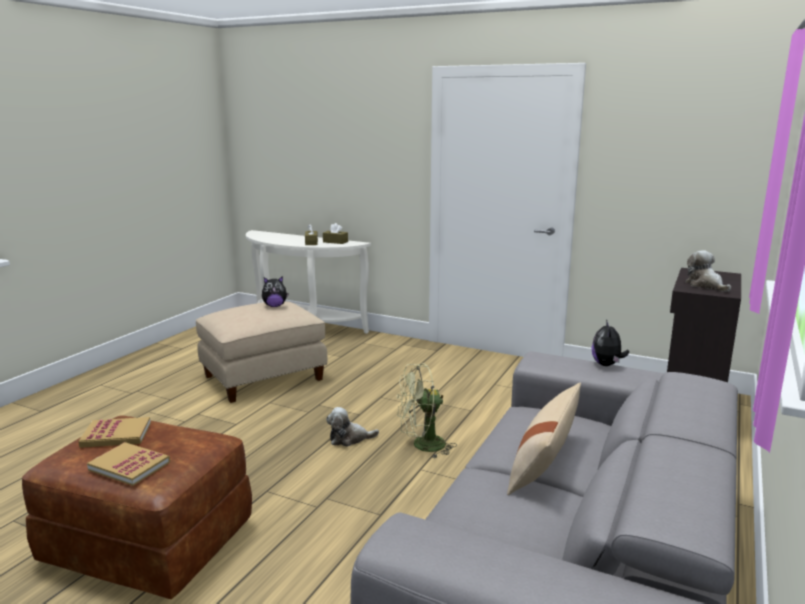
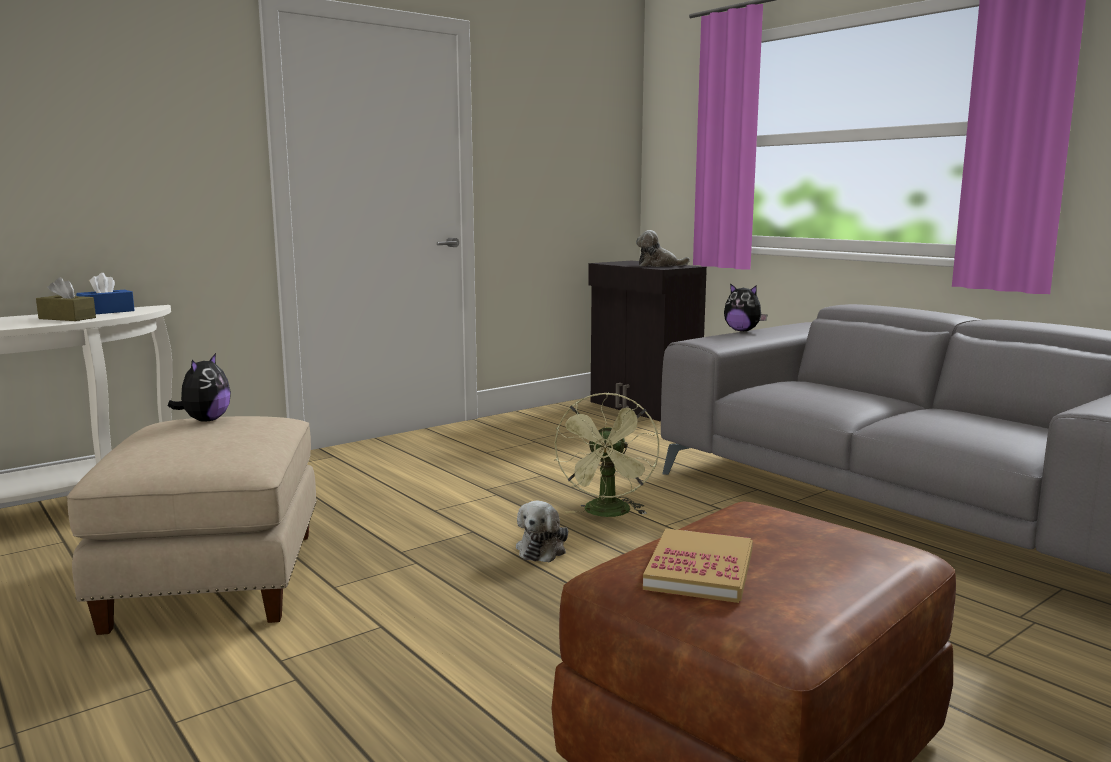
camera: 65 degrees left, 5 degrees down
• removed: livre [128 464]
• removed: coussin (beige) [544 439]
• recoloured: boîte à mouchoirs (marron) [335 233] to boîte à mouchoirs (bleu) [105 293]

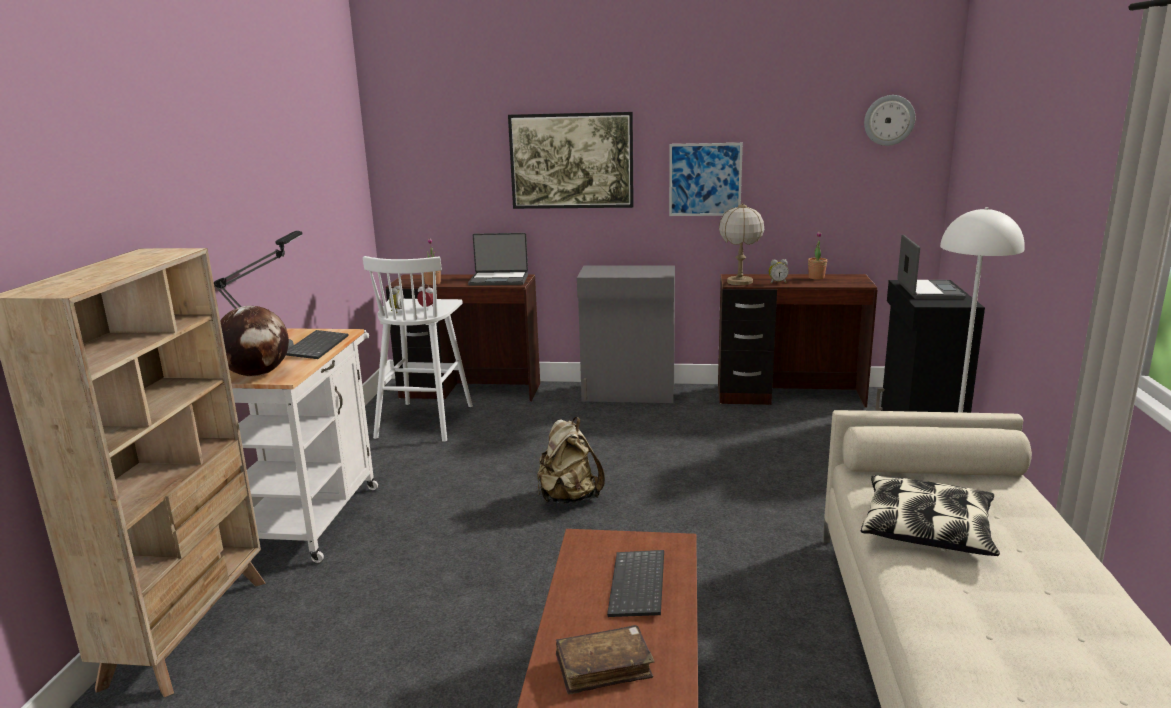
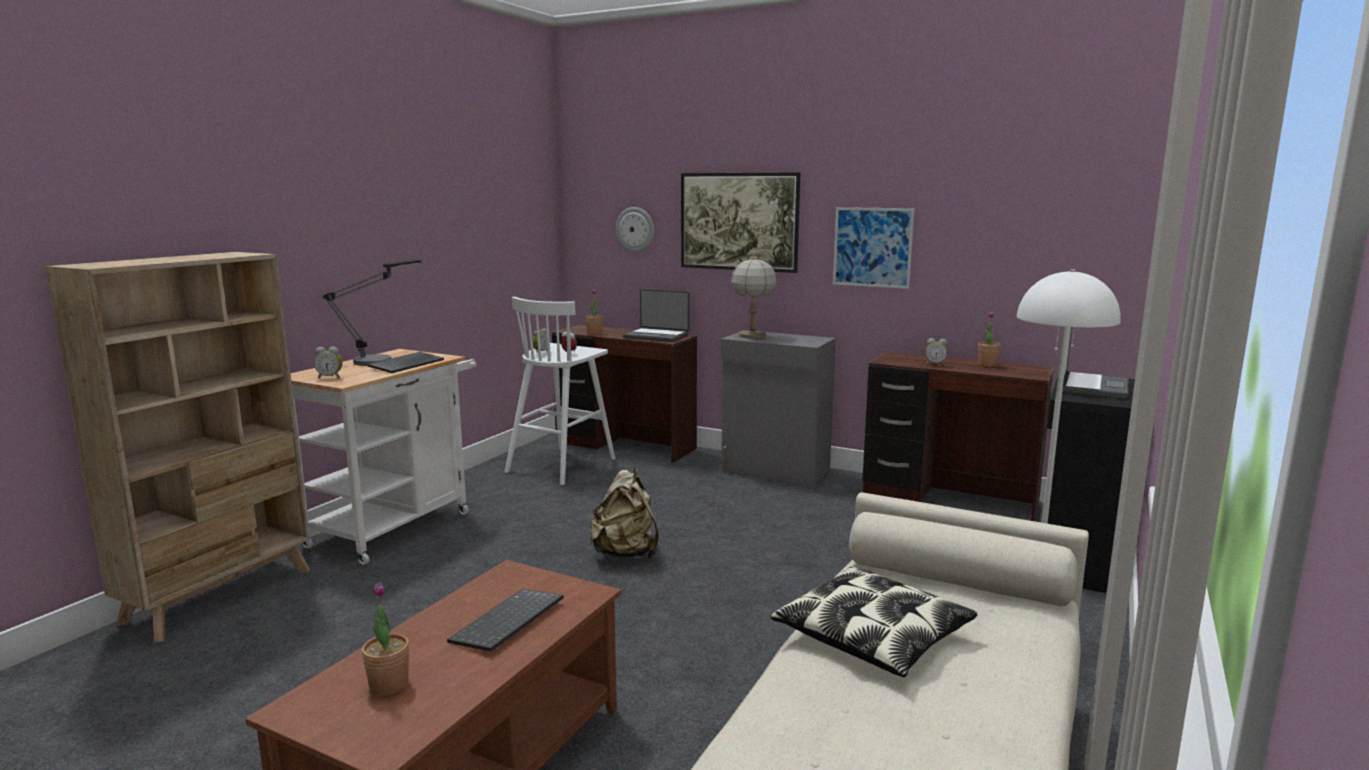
camera: 20 degrees right, 5 degrees down
• moved: lampe de table [741 244] to [754 296]
• moved: horloge murale [889 120] to [635 229]
• replaced: globe [254 341] to réveil [328 363]
• replaced: livre (marron) [605 660] to plante en pot [385 639]

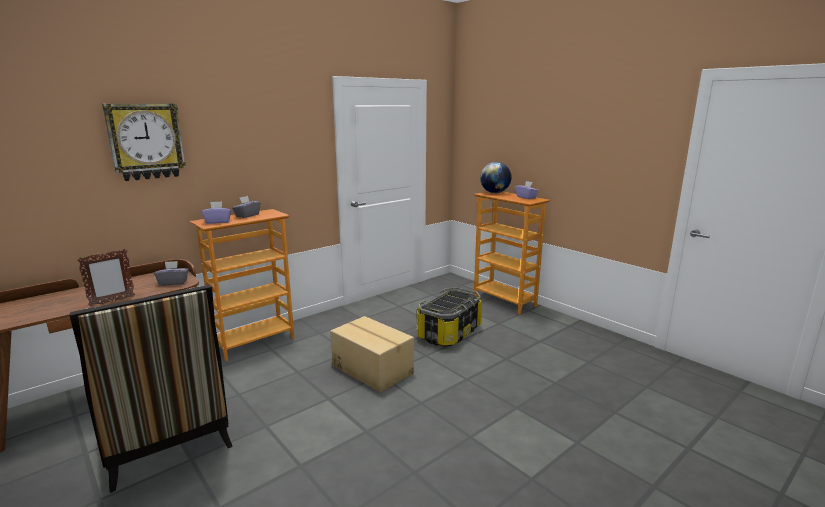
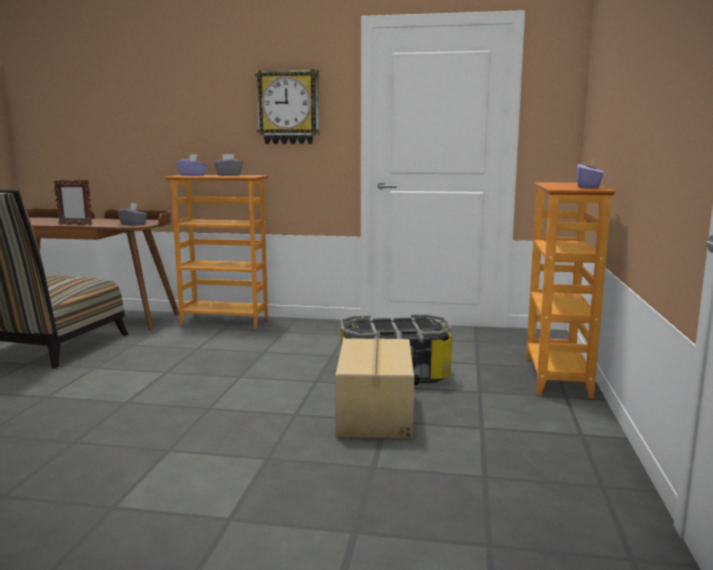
camera: 50 degrees right, 5 degrees down
• removed: globe [496 177]
• moved: horloge murale [144 142] to [287 106]
• moved: carton [372 354] to [374 388]

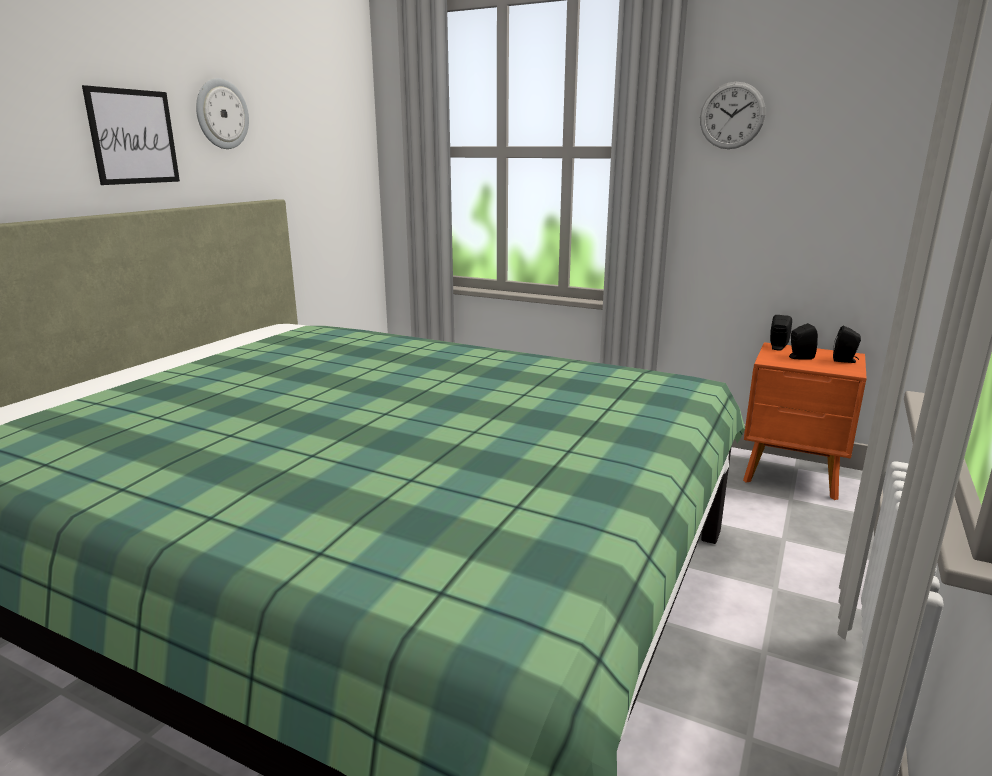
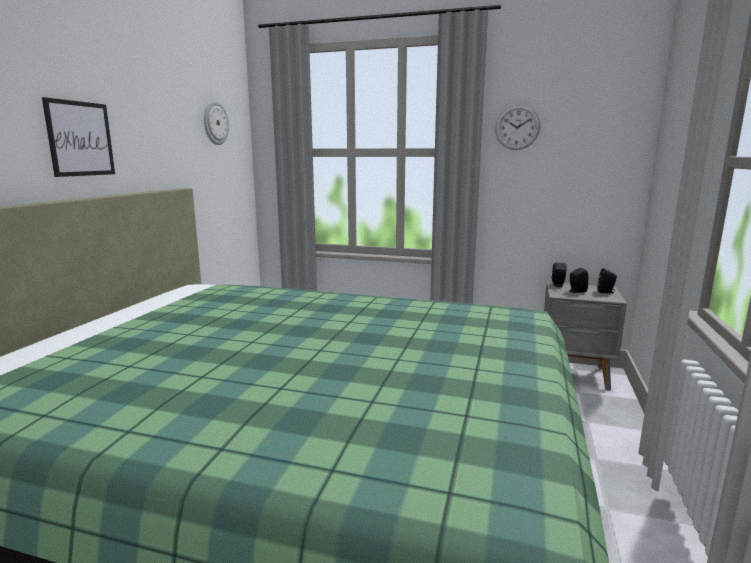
camera: 10 degrees left, 5 degrees down
• moved: horloge murale [222 113] to [216 123]
• recoloured: table de chevet (orange) [805 421] to table de chevet (gris) [585 336]

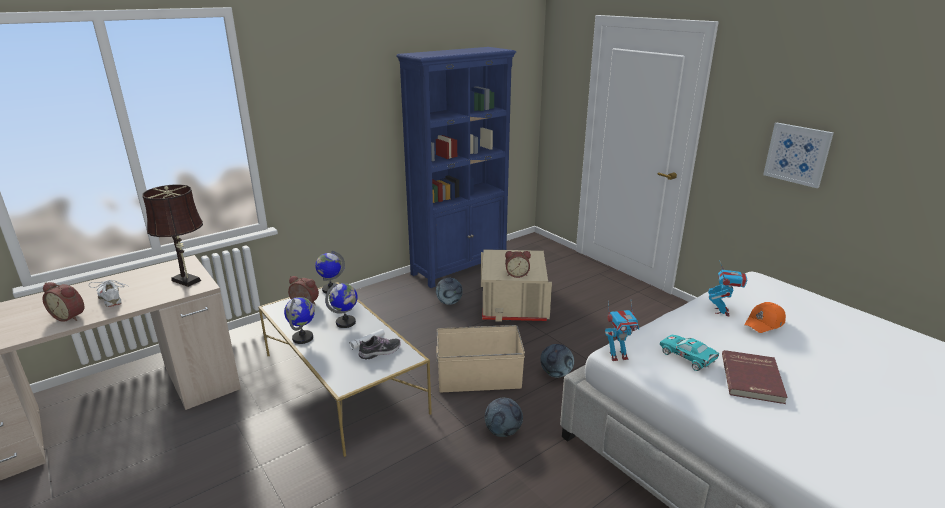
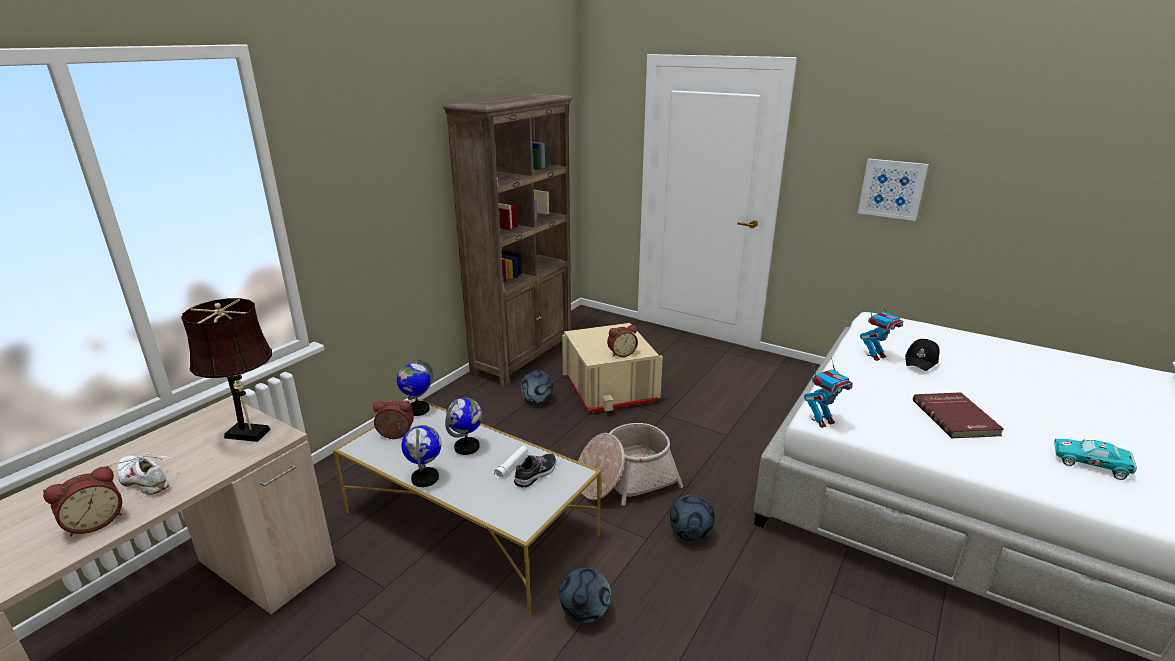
camera: 20 degrees left, 0 degrees up
• moved: ballon de foot [557 360] to [585 595]
• moved: petite voiture (turquoise) [689 353] to [1095 459]
• replaced: boîte de rangement (beige) [480 358] to panier [630 464]
• recoloured: bibliothèque (bleu) [456 167] to bibliothèque (marron) [508 240]
• recoloured: casquette (orange) [765 317] to casquette (noir) [922 355]
• turned: réveil [63 302] = [82 501] 45 degrees counterclockwise
• turned: robot jouet [728 288] = [881 332] 60 degrees clockwise

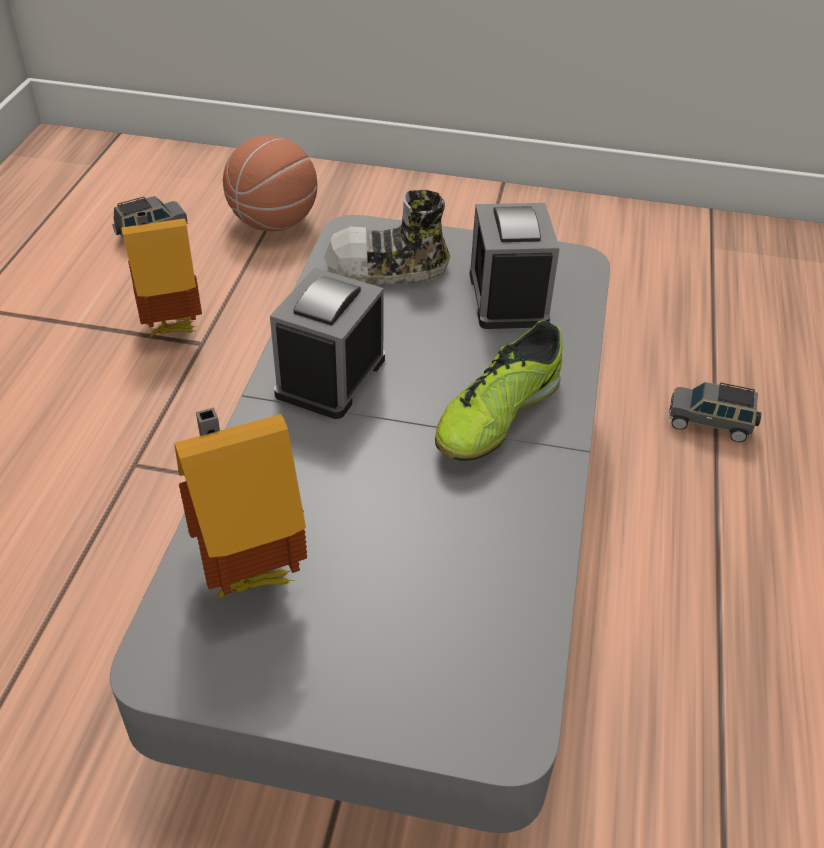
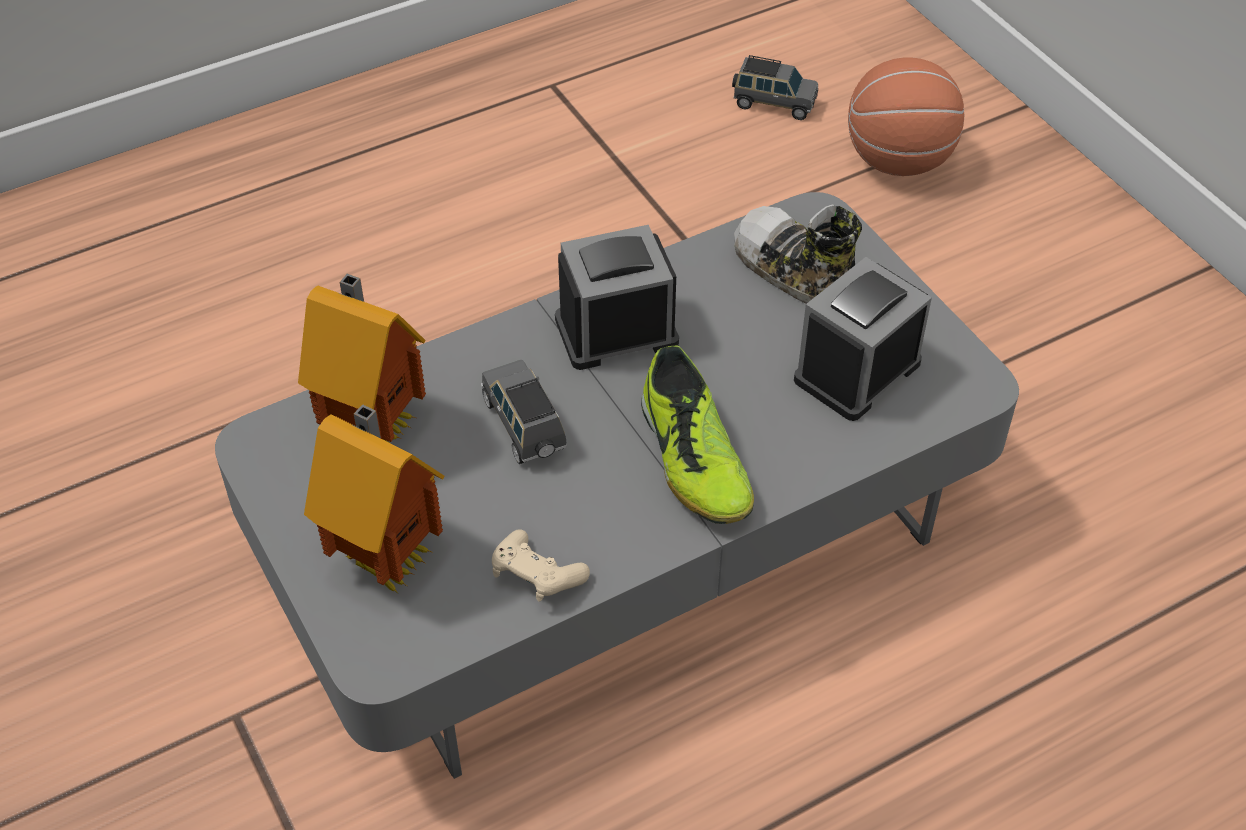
camera: 50 degrees right, 5 degrees up
• added: manette (beige) [541 565]
• moved: maison miniature [161 274] to [374 498]
• moved: petite voiture (gris) [715 412] to [524 411]
• turned: chaussure [499 391] = [697 434] 105 degrees counterclockwise

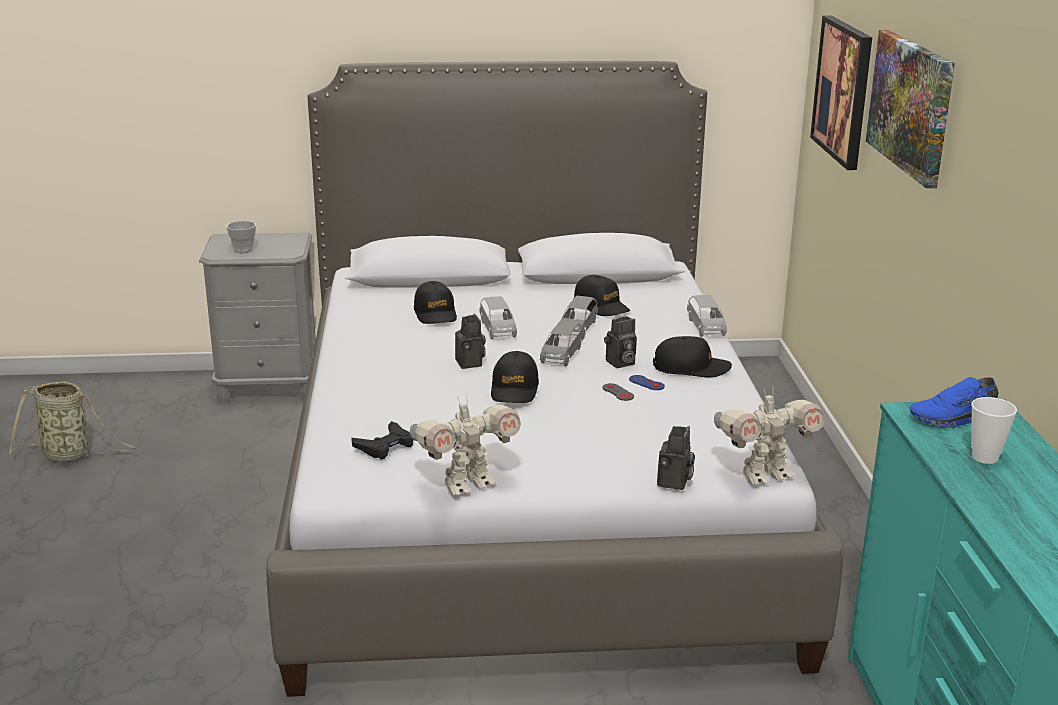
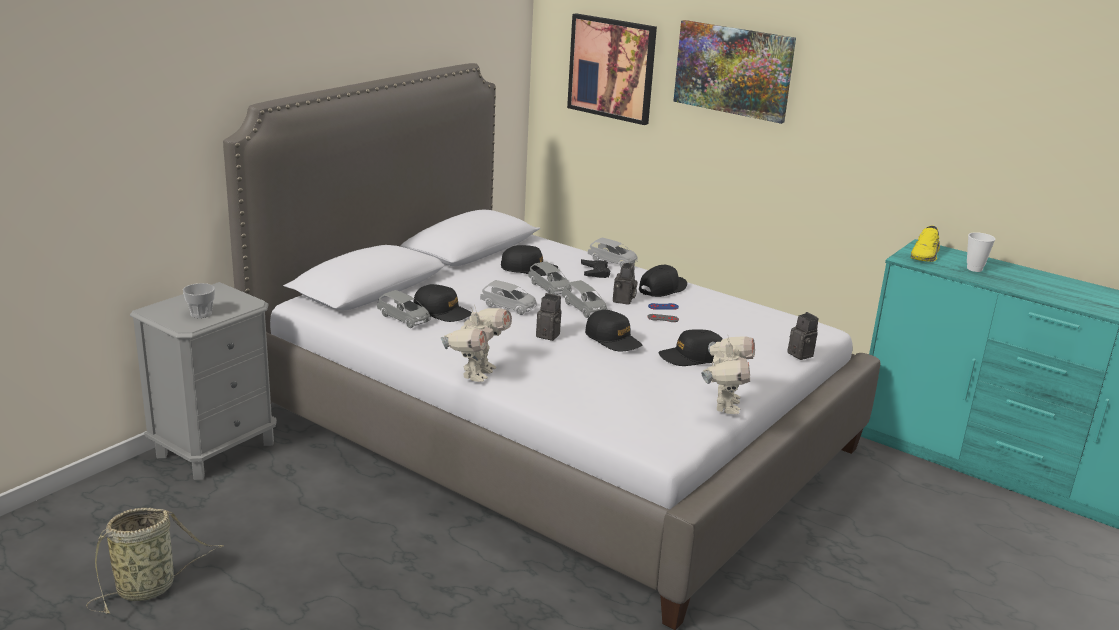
camera: 50 degrees left, 0 degrees up
• added: petite voiture (gris) [403 309]
• added: casquette (noir) [690 347]
• moved: manette (noir) [382 440] to [595 268]
• moved: robot jouet [769 437] to [476 343]
• recoloured: chaussure (bleu) [955 402] to chaussure (jaune) [925 244]

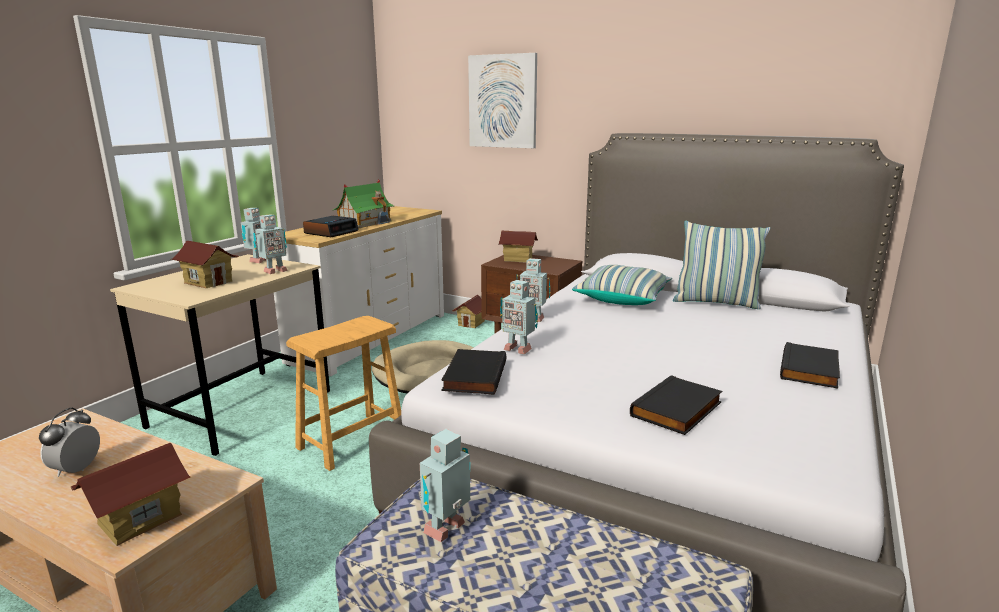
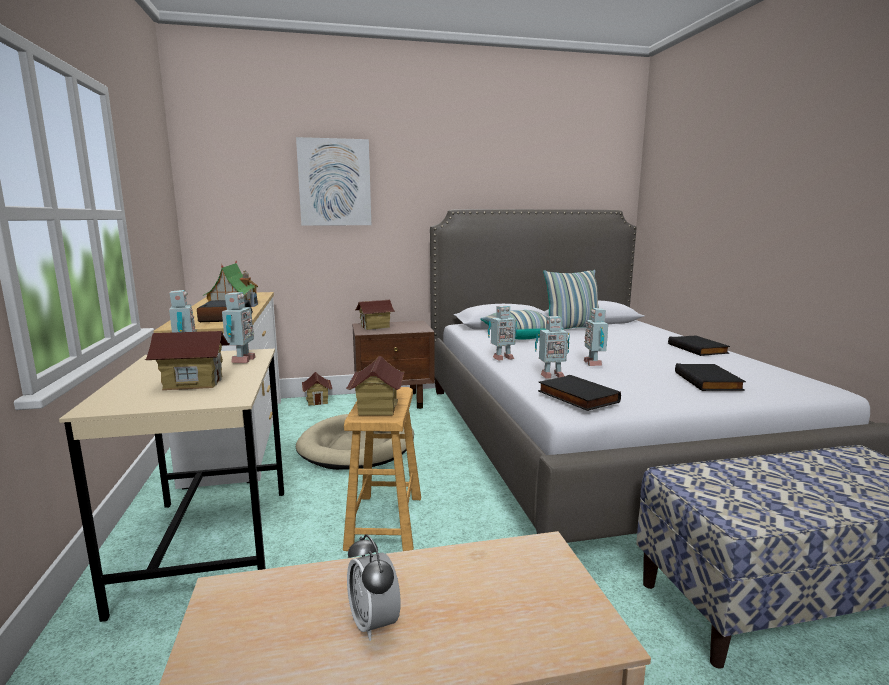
camera: 40 degrees left, 5 degrees down
• moved: maison miniature [131 494] to [375 385]
• moved: robot jouet [445 485] to [596 337]

